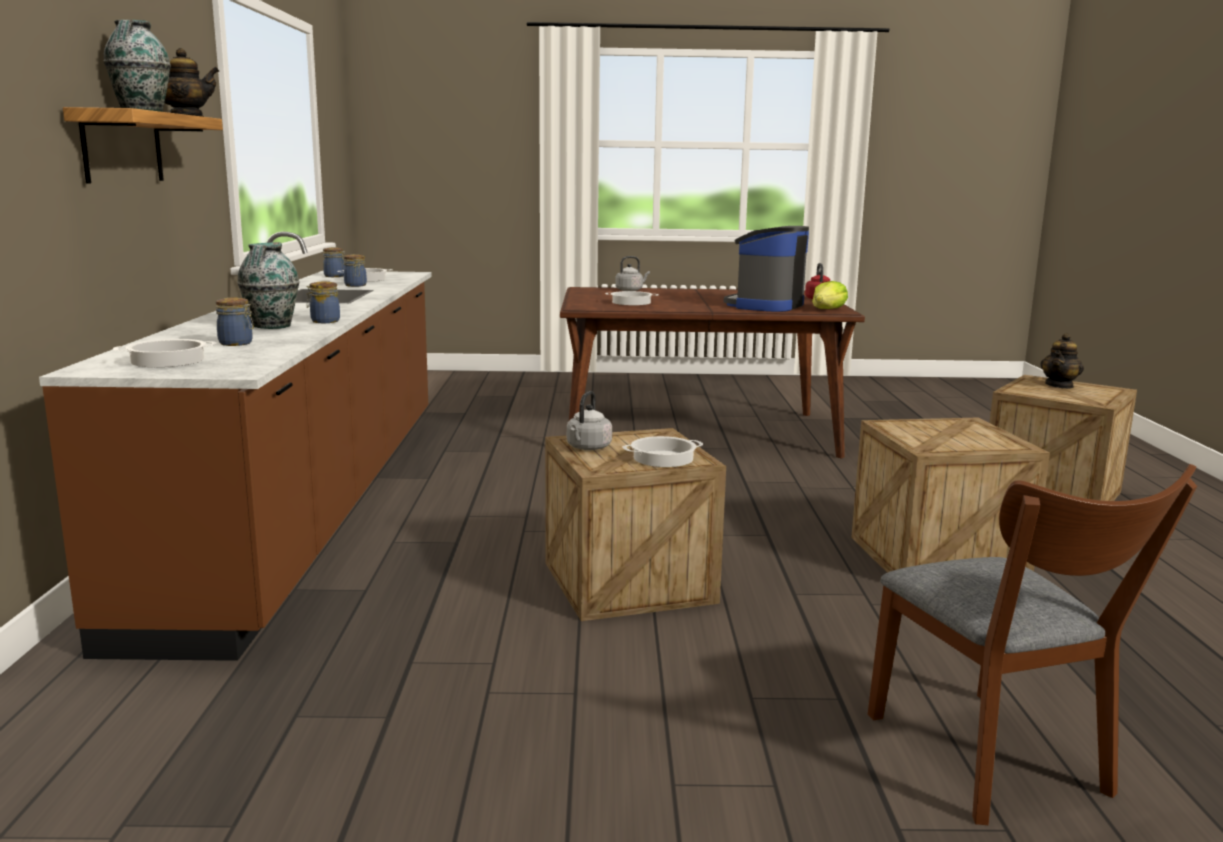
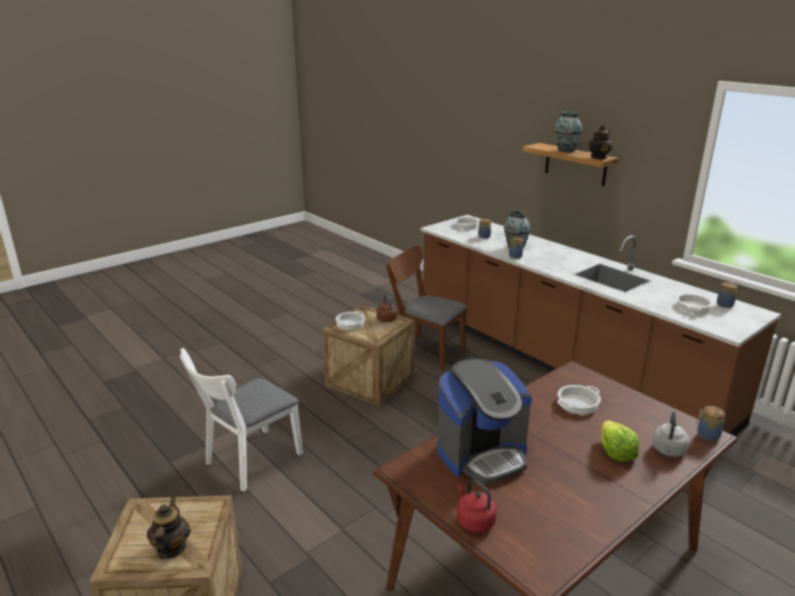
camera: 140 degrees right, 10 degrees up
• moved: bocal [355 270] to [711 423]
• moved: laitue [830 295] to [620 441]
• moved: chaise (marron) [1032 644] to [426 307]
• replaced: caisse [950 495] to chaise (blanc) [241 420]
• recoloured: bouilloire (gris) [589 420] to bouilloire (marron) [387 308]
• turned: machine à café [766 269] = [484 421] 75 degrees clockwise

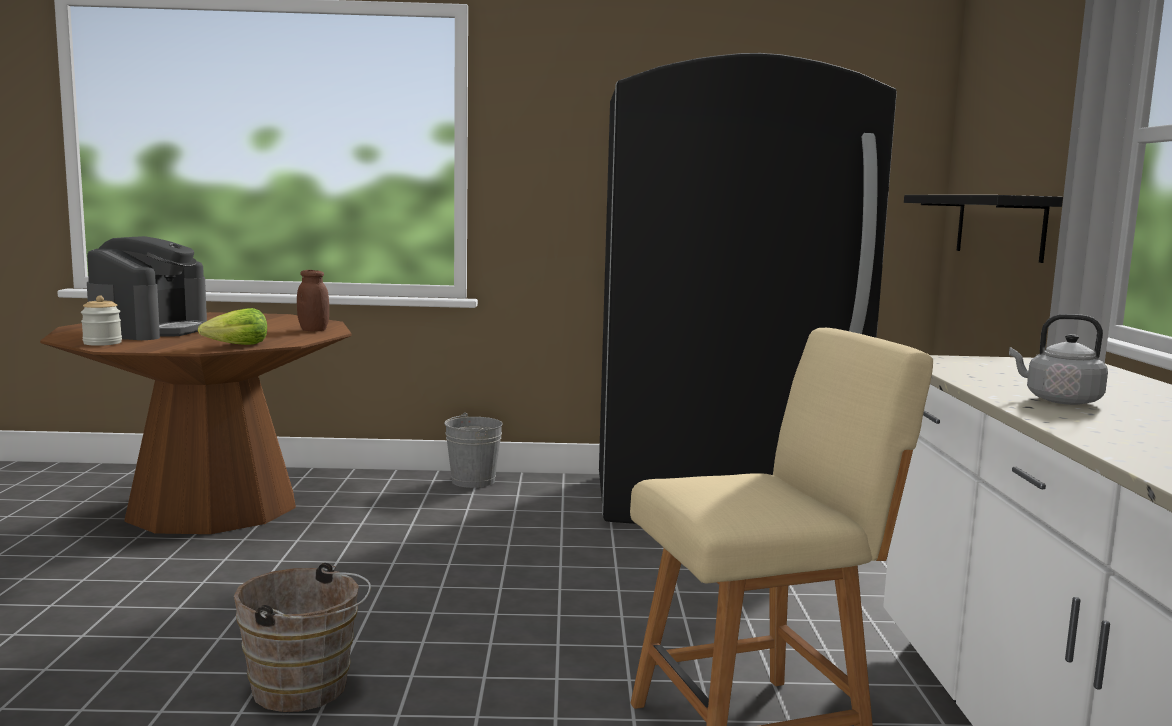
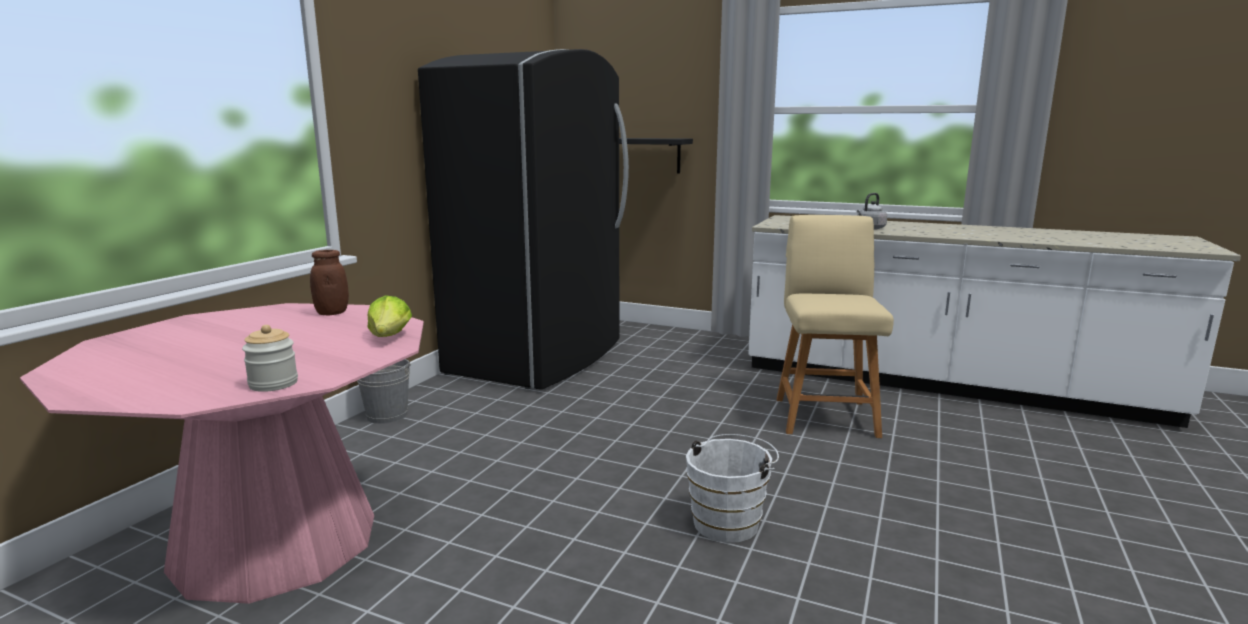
camera: 65 degrees left, 5 degrees up
• removed: machine à café [147 288]
• recoloured: table à manger (marron) [196 423] to table à manger (rose) [222 453]
• recoloured: seau (marron) [302 637] to seau (blanc) [732 488]

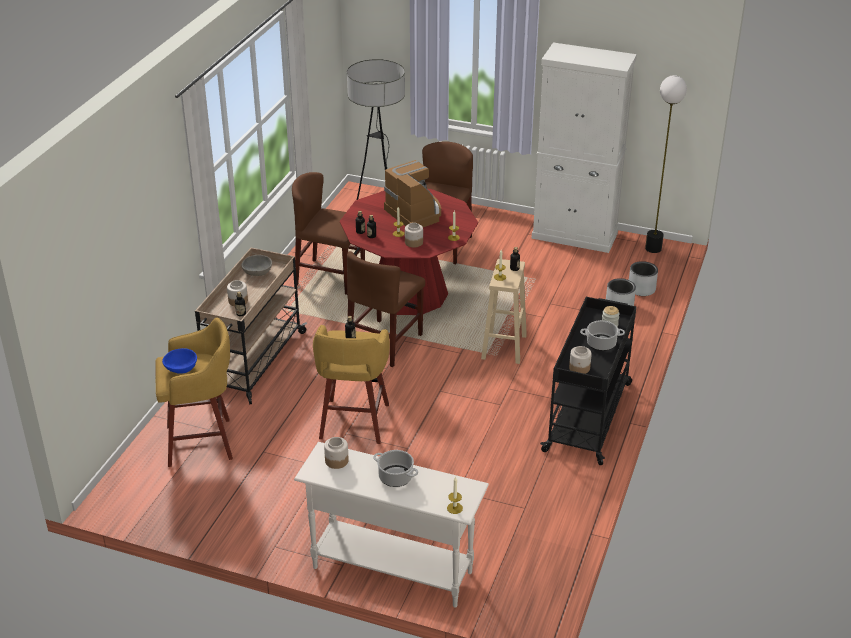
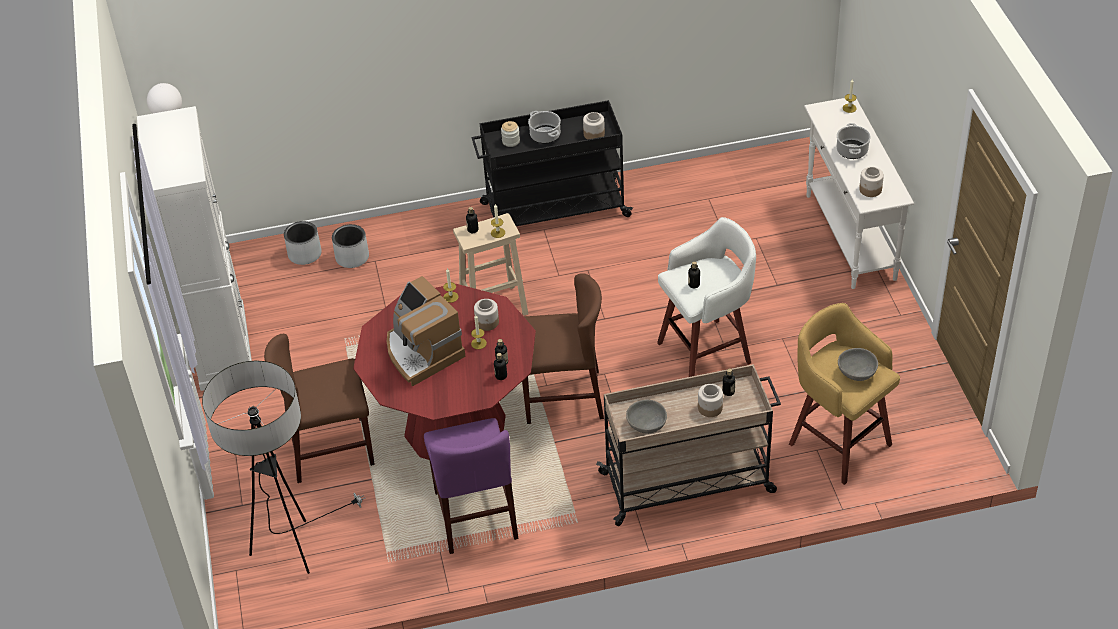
camera: 120 degrees left, 10 degrees up
• recoloured: bol (bleu) [179 361] to bol (gris) [858 364]
• recoloured: chaise (marron) [328 233] to chaise (violet) [471 486]
• recoloured: tabouret (jaune) [351 384] to tabouret (blanc) [706 297]
• turned: machine à café [412 193] = [426 331] 60 degrees counterclockwise

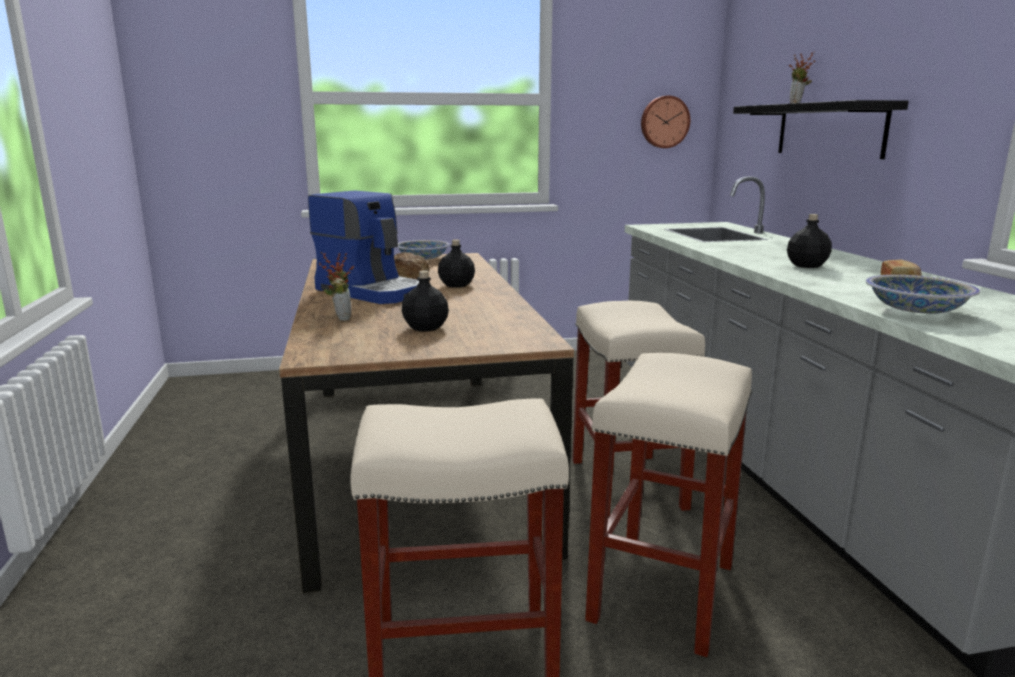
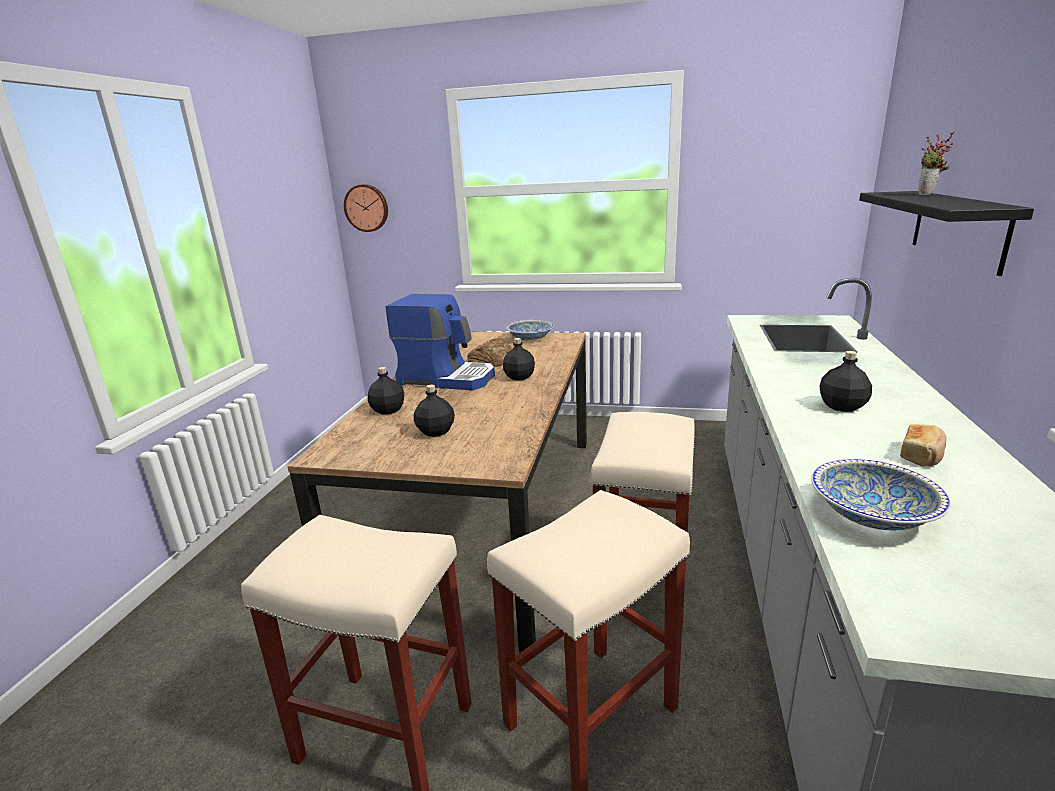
camera: 25 degrees right, 5 degrees up
• moved: horloge murale [665 122] to [366 208]
• replaced: plante en pot [336 286] to bouteille (noir) [386 391]
• turned: machine à café [363 247] = [440 342] 45 degrees counterclockwise

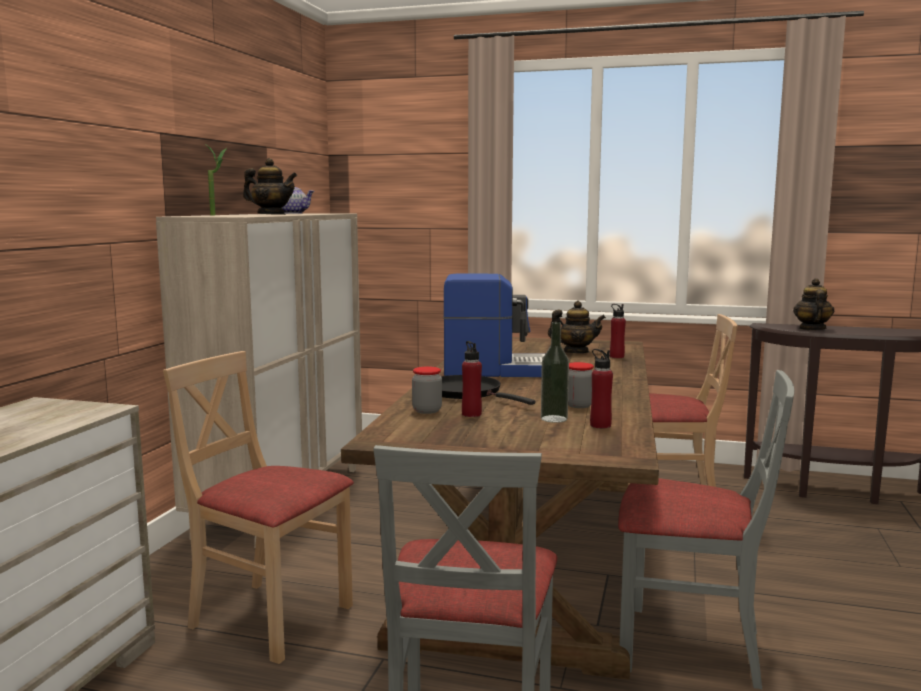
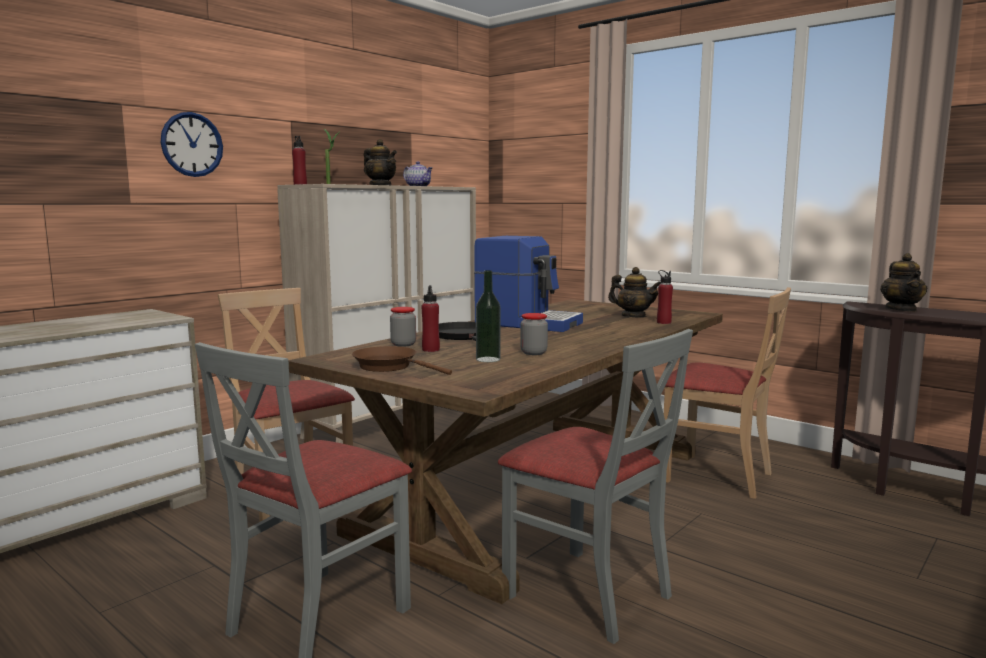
camera: 25 degrees right, 0 degrees up
• added: horloge murale [192 144]
• added: poêle (marron) [402 360]
• moved: bouteille (rouge) [601 389] to [299 160]
• turned: théière [813 304] = [903 282] 150 degrees clockwise

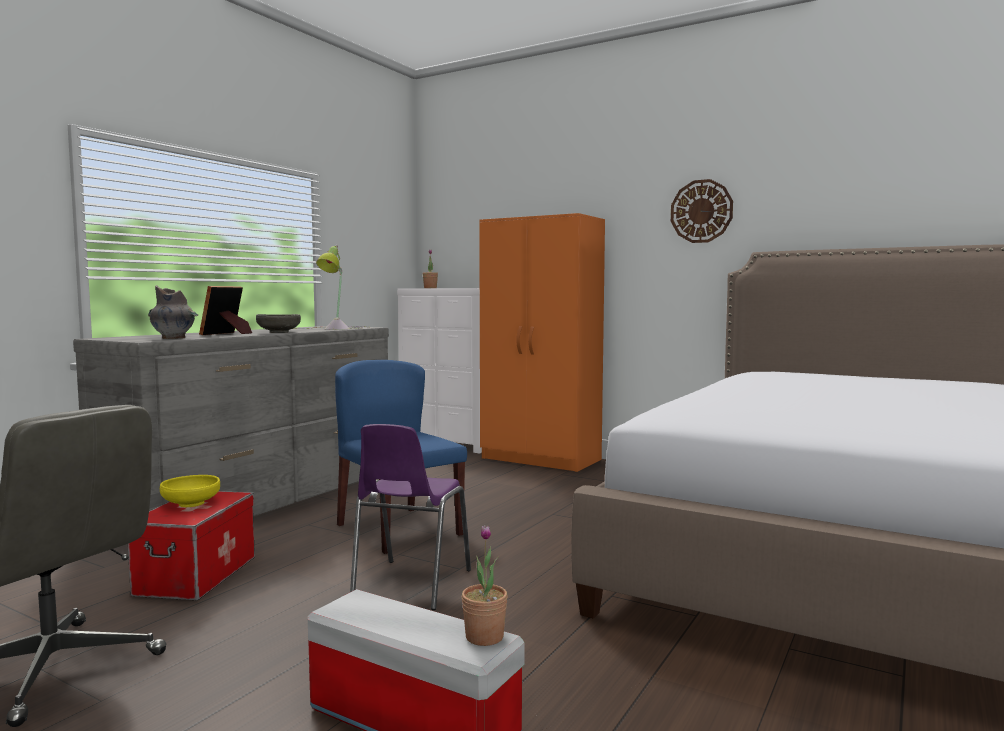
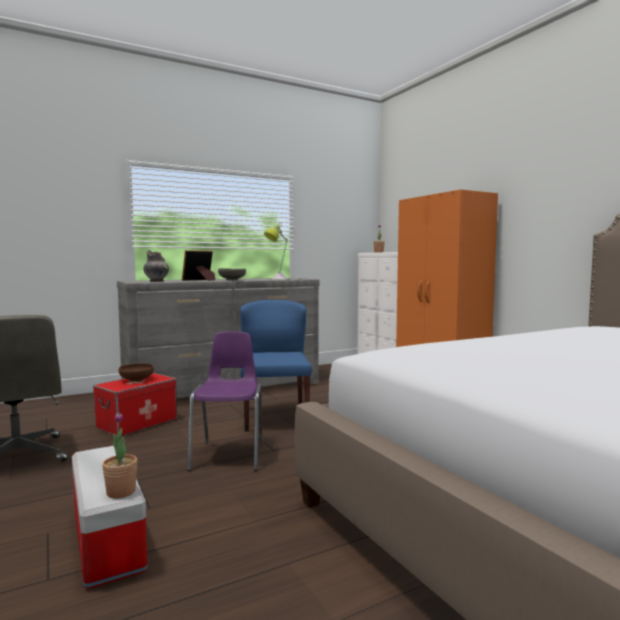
camera: 30 degrees right, 0 degrees up
• removed: horloge murale [702 211]
• recoloured: bol (jaune) [190 491] to bol (marron) [136 372]
• turned: chaise (violet) [410 517] = [224 401] 135 degrees clockwise

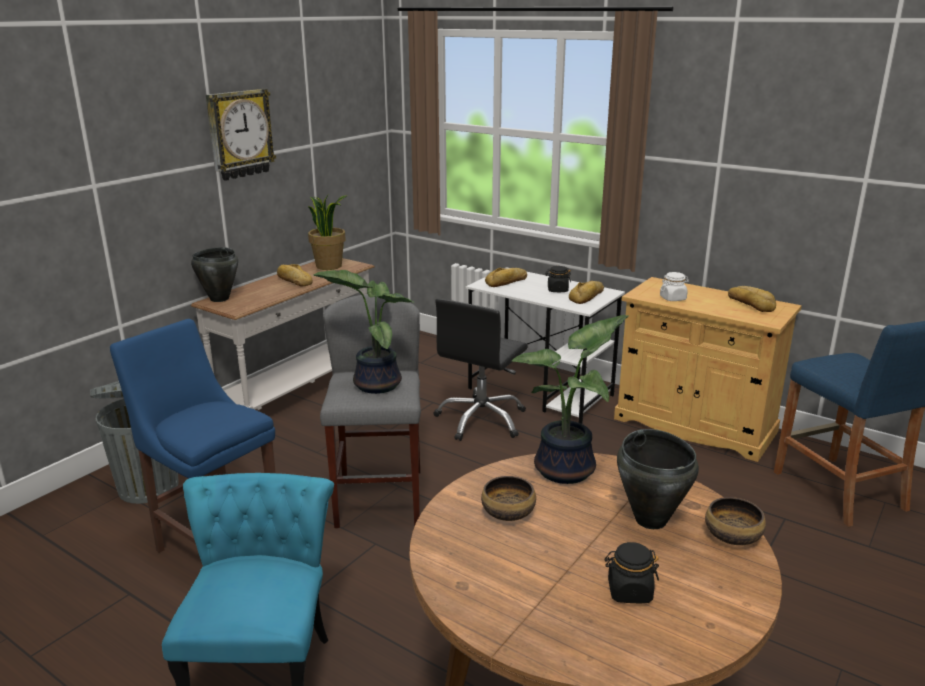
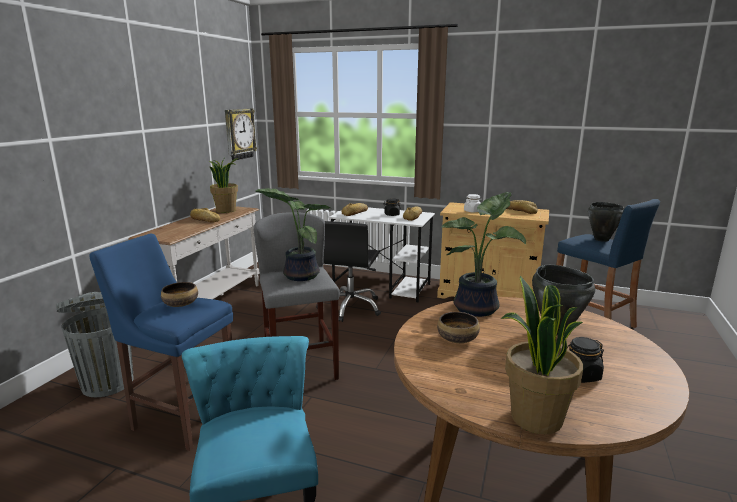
camera: 15 degrees left, 5 degrees down
• added: plante en pot [542 355]
• moved: marmite (noir) [214 274] to [606 222]
• moved: horloge murale [241 135] to [241 134]
• moved: bol [735 521] to [179 294]

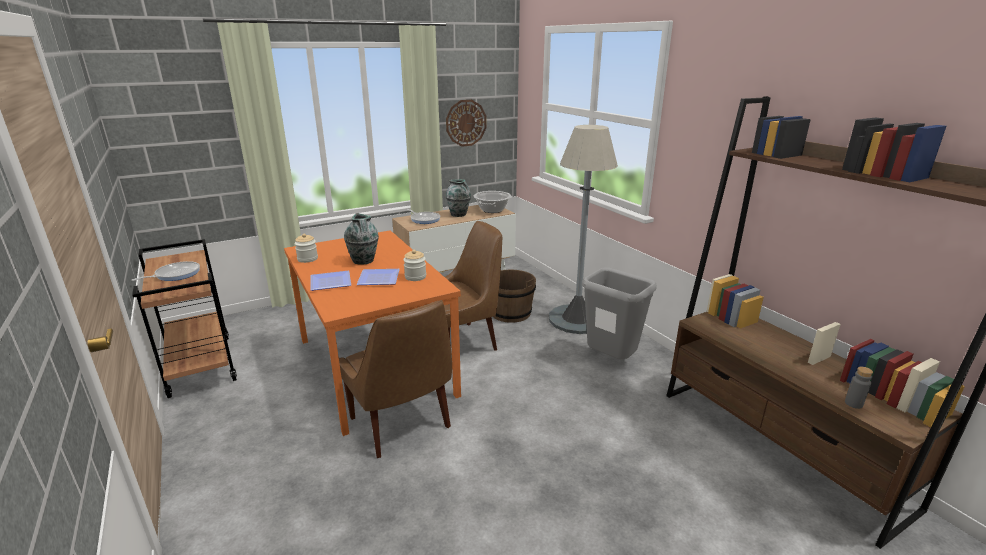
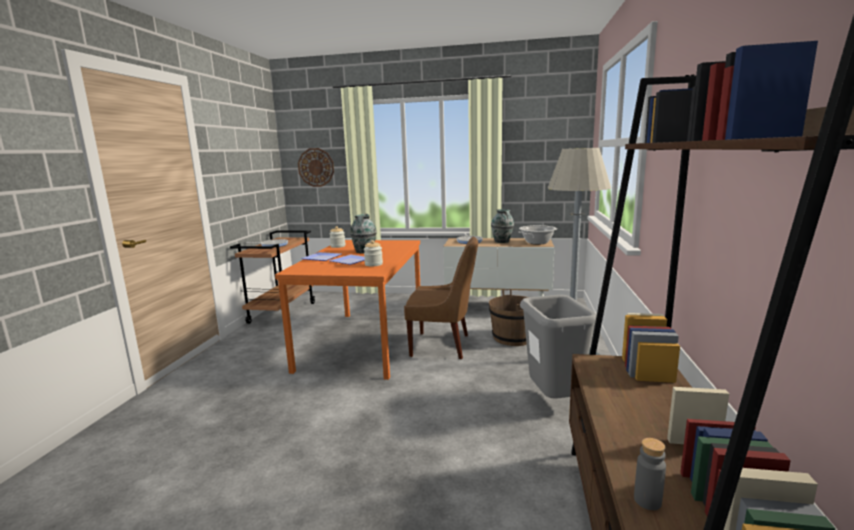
camera: 40 degrees right, 10 degrees down
• removed: chaise (marron) [395 379]
• moved: horloge murale [466 123] to [316 167]

